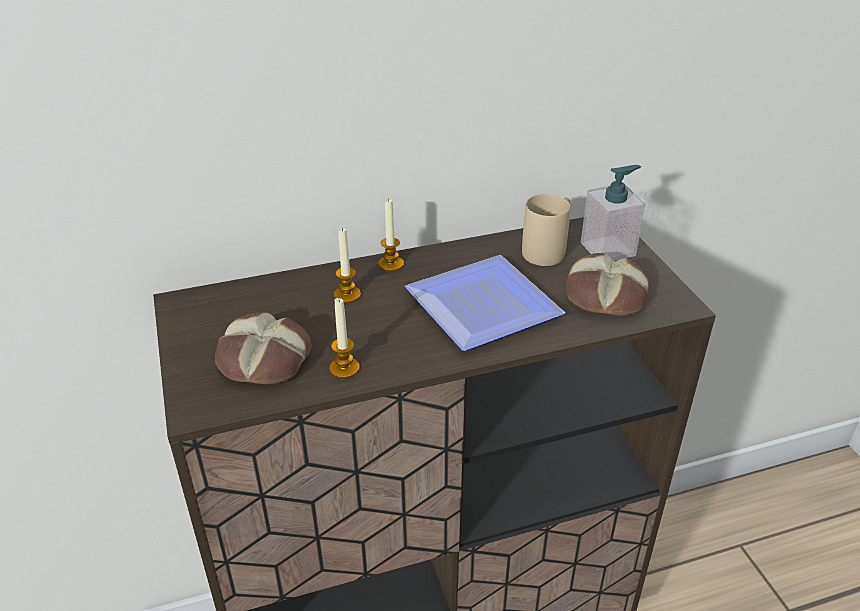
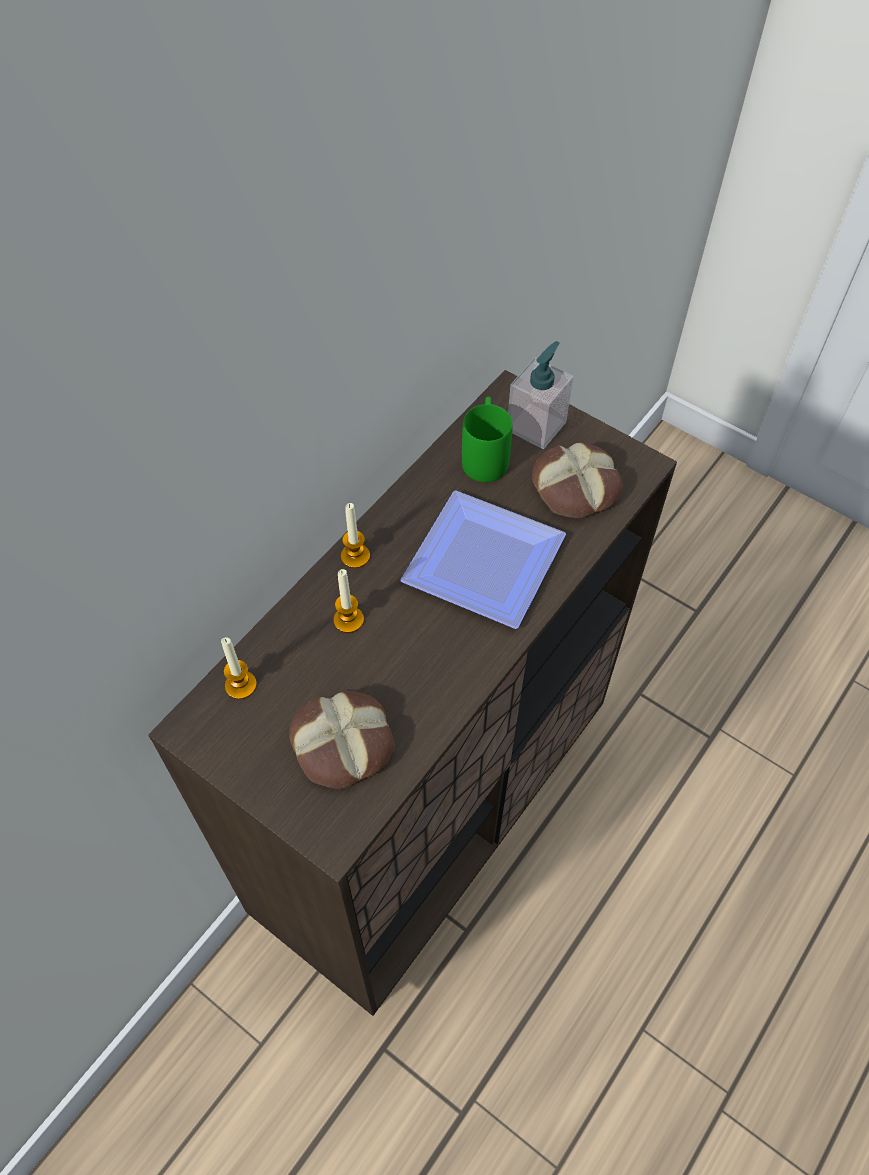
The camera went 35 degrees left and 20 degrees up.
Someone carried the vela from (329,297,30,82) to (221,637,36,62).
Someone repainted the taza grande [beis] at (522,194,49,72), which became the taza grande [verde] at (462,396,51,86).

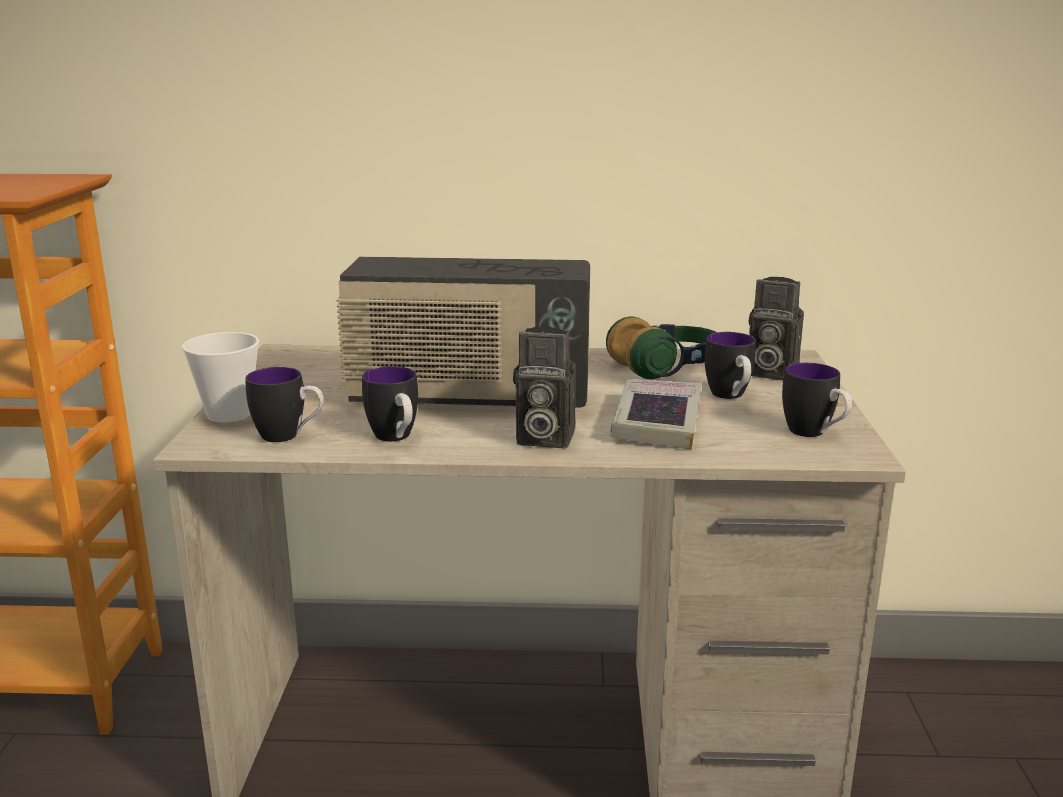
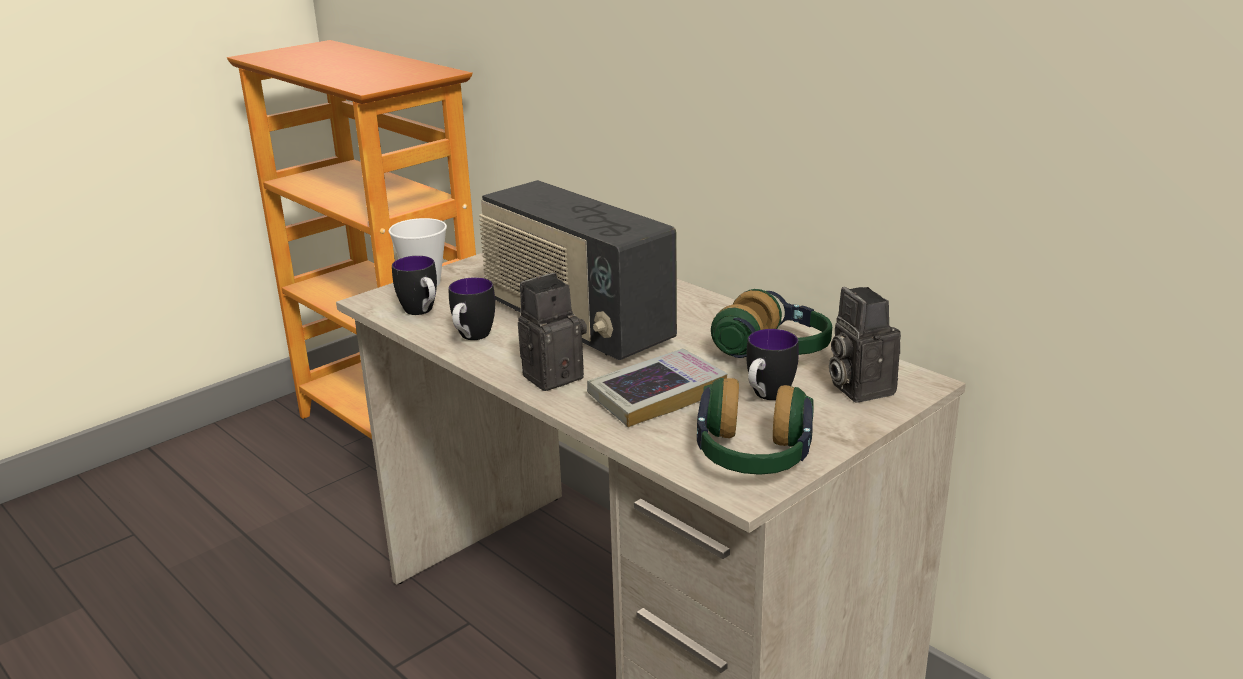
The camera went 45 degrees right and 5 degrees up.
Someone rotated the cámara at (513,327,63,121) by 90 degrees clockwise.
Someone swapped the taza grande at (782,363,70,74) for the auriculares at (697,378,117,97).

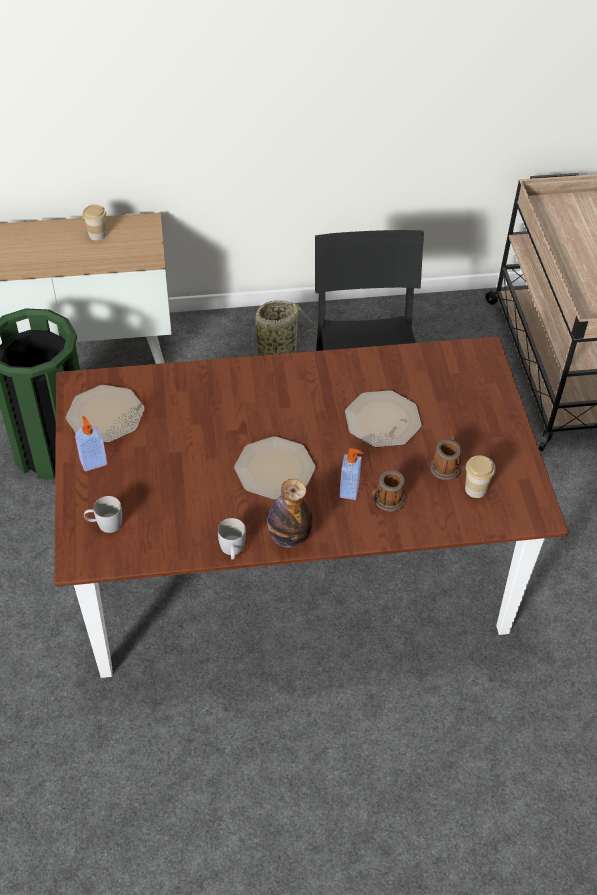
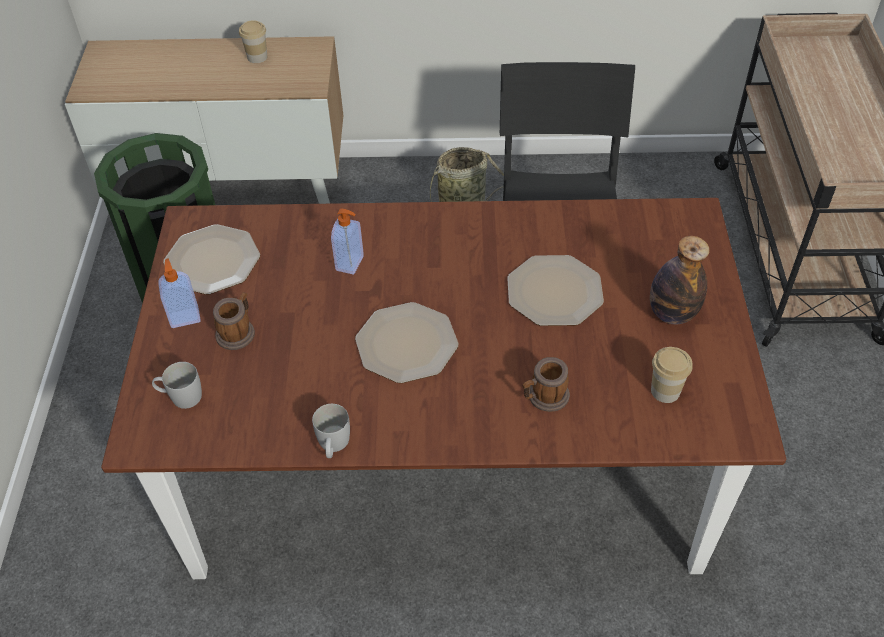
The camera went 10 degrees right and 0 degrees up.
Someone carried the botella from (267,479,45,69) to (650,236,60,88).
Someone carried the dispensador de jabón from (339,448,24,52) to (331,209,33,66).
Someone carried the taza grande from (430,435,31,45) to (213,292,42,58).

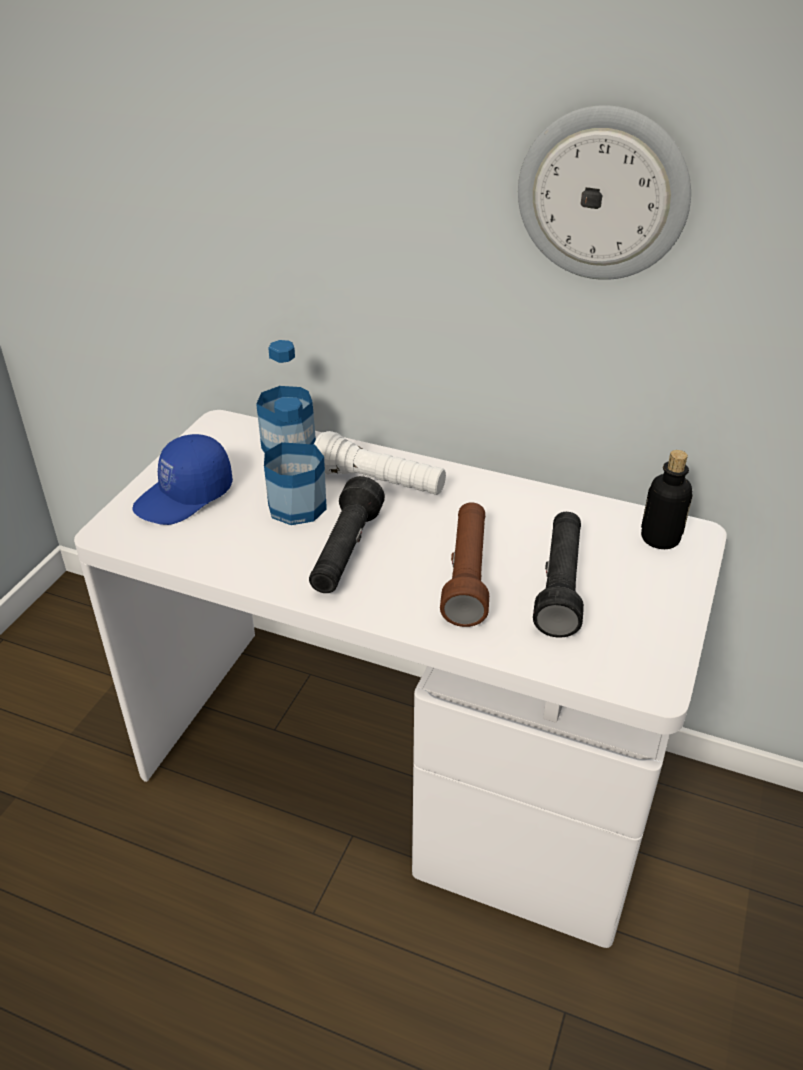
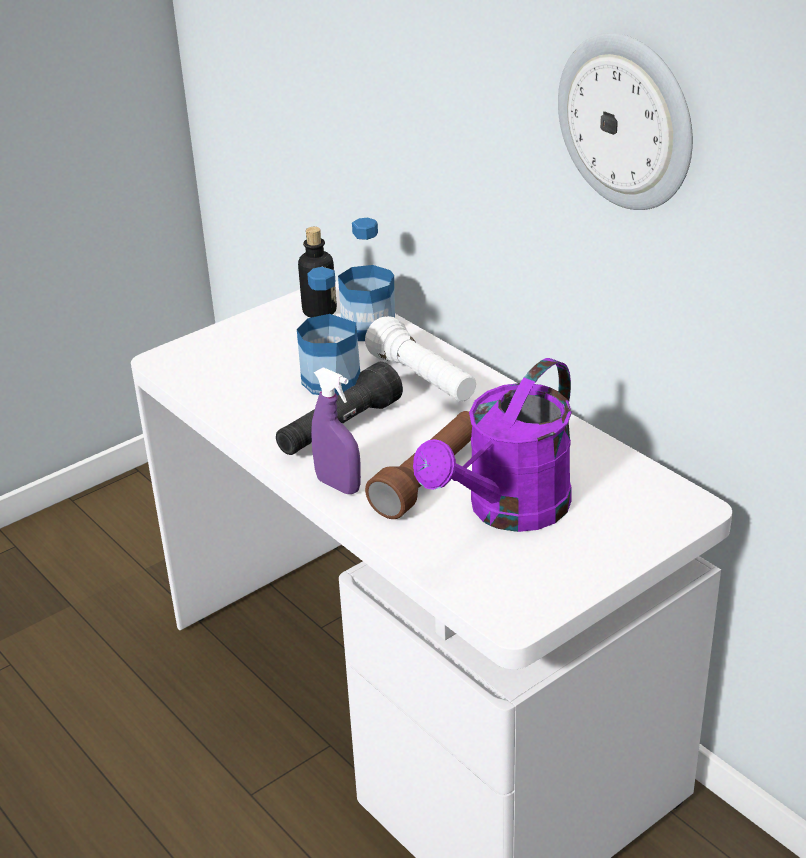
The camera went 30 degrees right and 5 degrees down.
Someone took away the gorra [azul] at (132,434,101,91).
Someone swapped the linterna [negro] at (533,512,51,126) for the regadera [morado] at (413,358,159,174).
Someone carried the botella from (641,450,52,99) to (298,227,39,91).
Someone put down the pulverizador [morado] at (311,367,50,127).

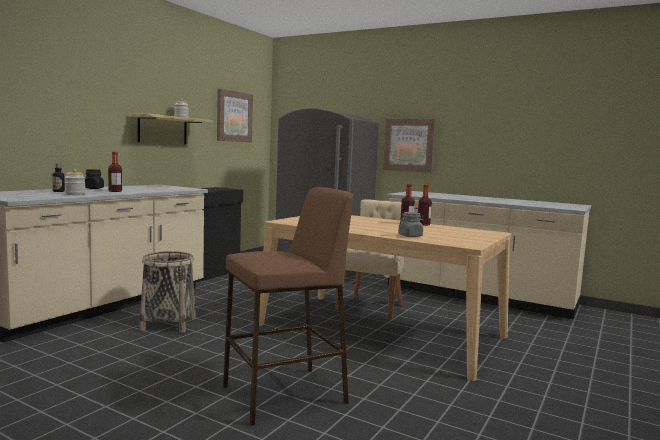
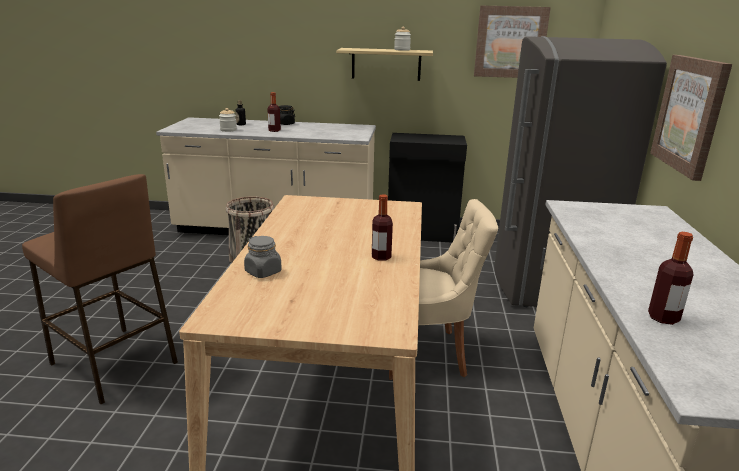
The camera went 65 degrees right and 15 degrees up.
Someone carried the botella from (418,184,14,42) to (648,232,45,93).

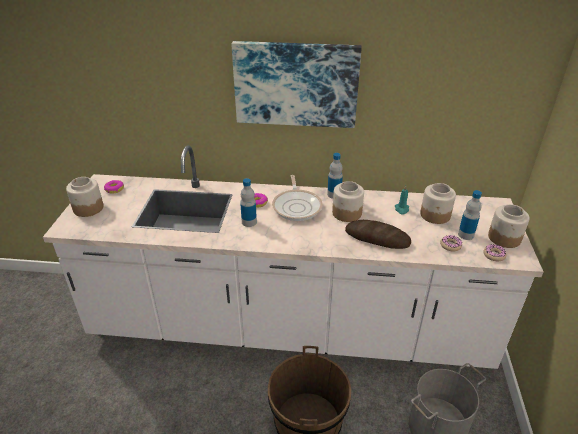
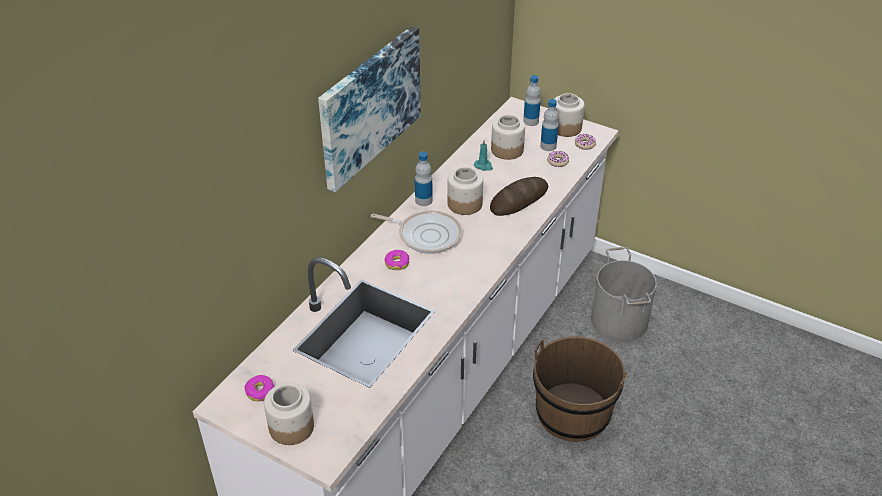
The camera went 65 degrees left and 5 degrees up.
Someone carried the botella from (240,178,17,49) to (523,75,18,51).

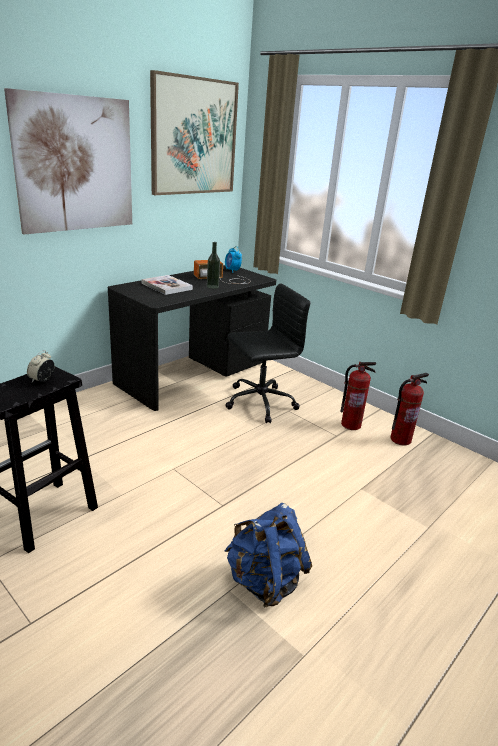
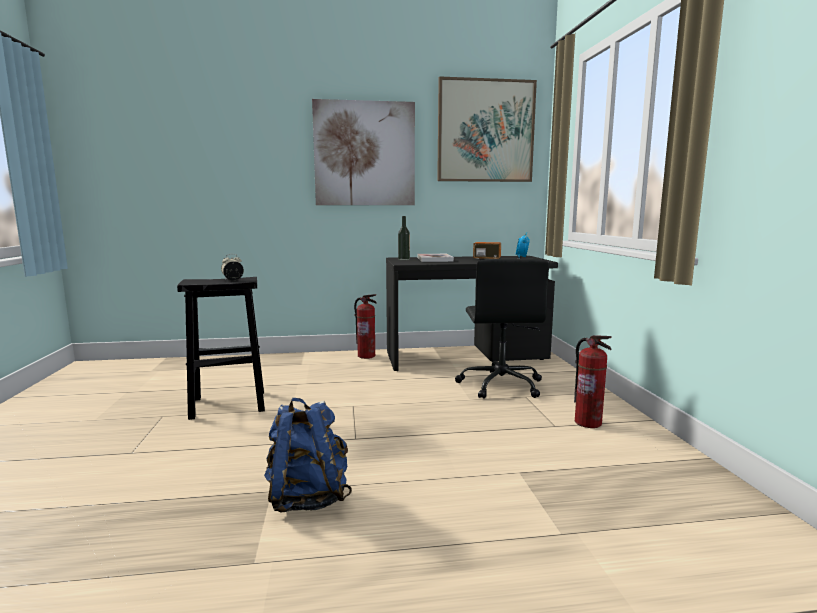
The camera went 40 degrees right and 15 degrees down.
Someone carried the botella from (207,242,13,47) to (398,216,12,44).
Someone rotated the silla de oficina [negro] at (225,283,85,140) by 75 degrees clockwise.
Someone carried the extintor from (390,373,39,73) to (354,294,23,65).

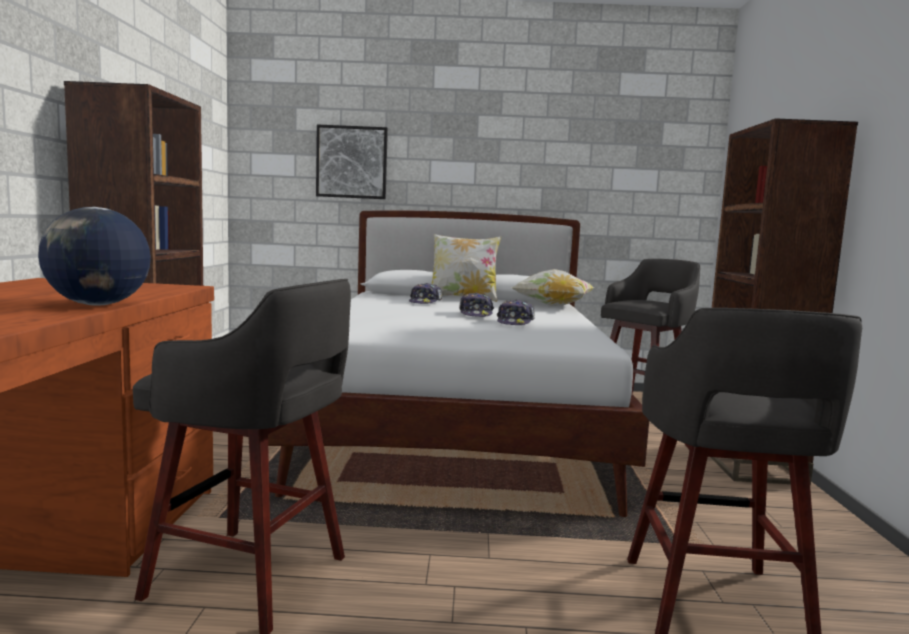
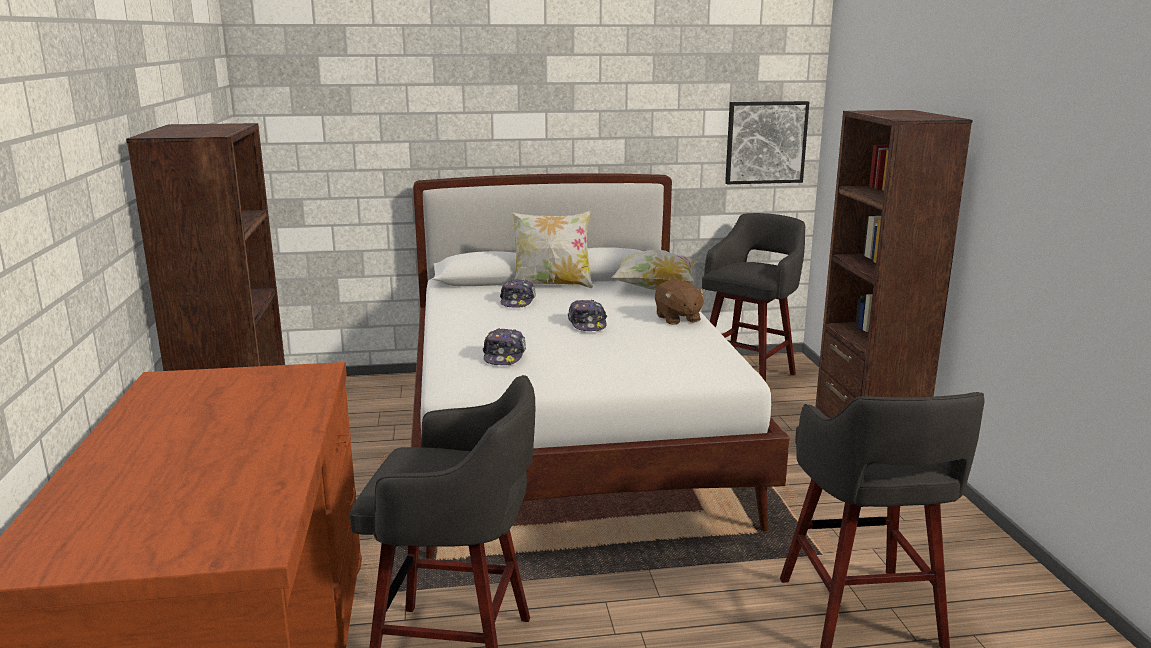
The camera went 10 degrees left and 10 degrees up.
Someone took away the globo terráqueo at (38,207,113,99).
Someone carried the cuadro from (316,125,72,74) to (725,101,84,83).
Someone carried the gorra from (497,299,37,26) to (483,328,43,37).
Someone put down the peluche [marrón] at (655,279,51,46).

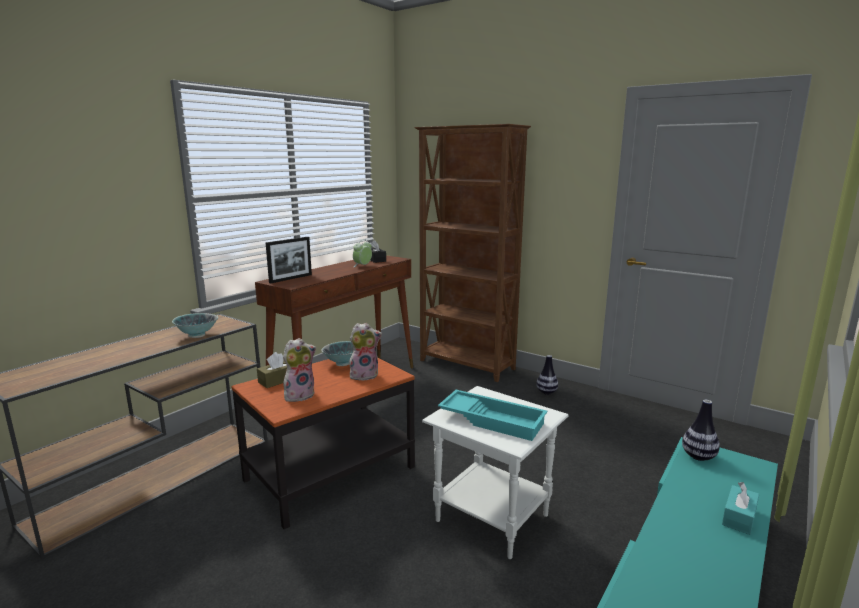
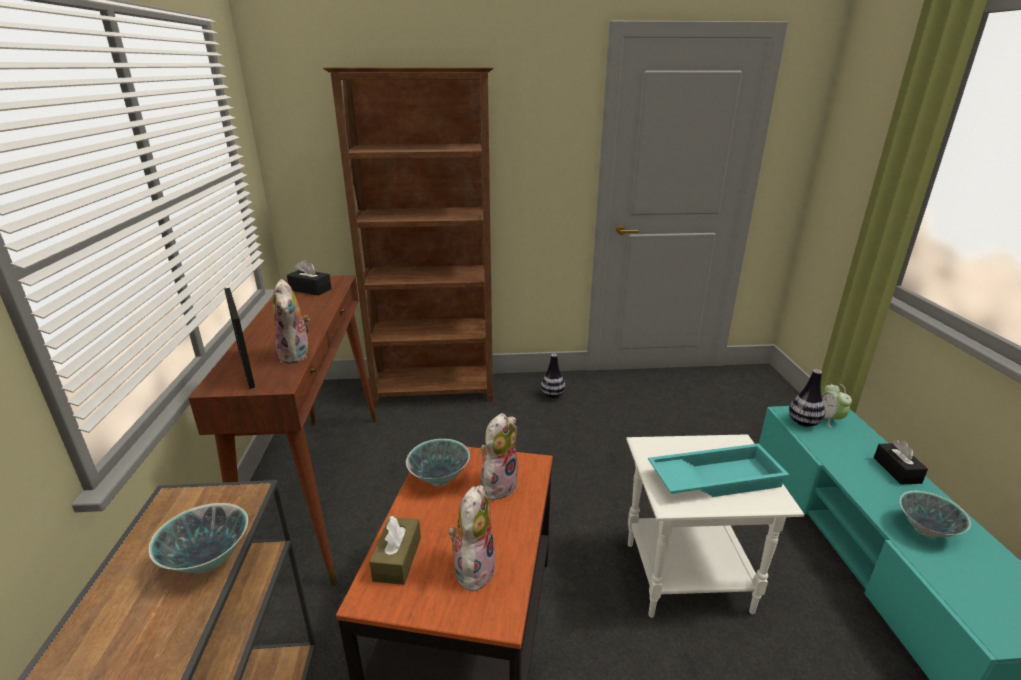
The camera went 40 degrees left and 10 degrees up.
Someone rotated the portarretratos at (266,237,46,46) by 150 degrees clockwise.
Someone carried the despertador from (353,239,19,28) to (822,384,30,44).
Someone repainted the caja de pañuelos [turquesa] at (722,482,37,53), which became the caja de pañuelos [negro] at (874,440,54,45).
Someone put down the peluche at (273,279,37,85).
Someone put down the cuenco at (899,491,72,47).

